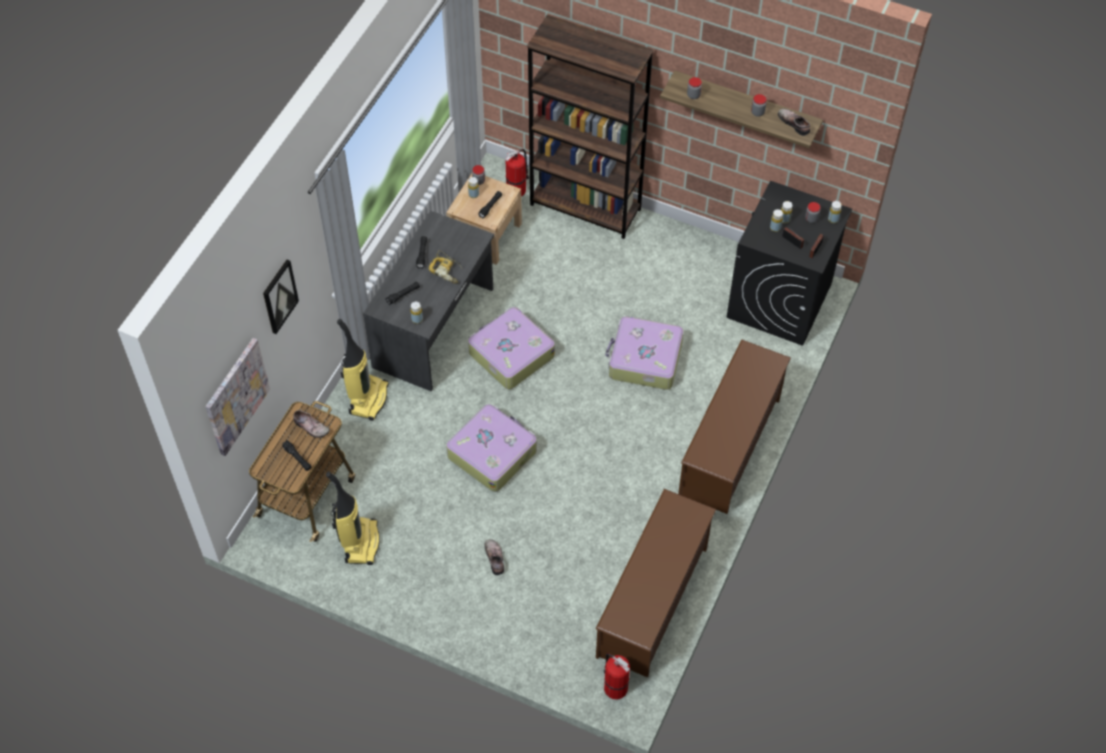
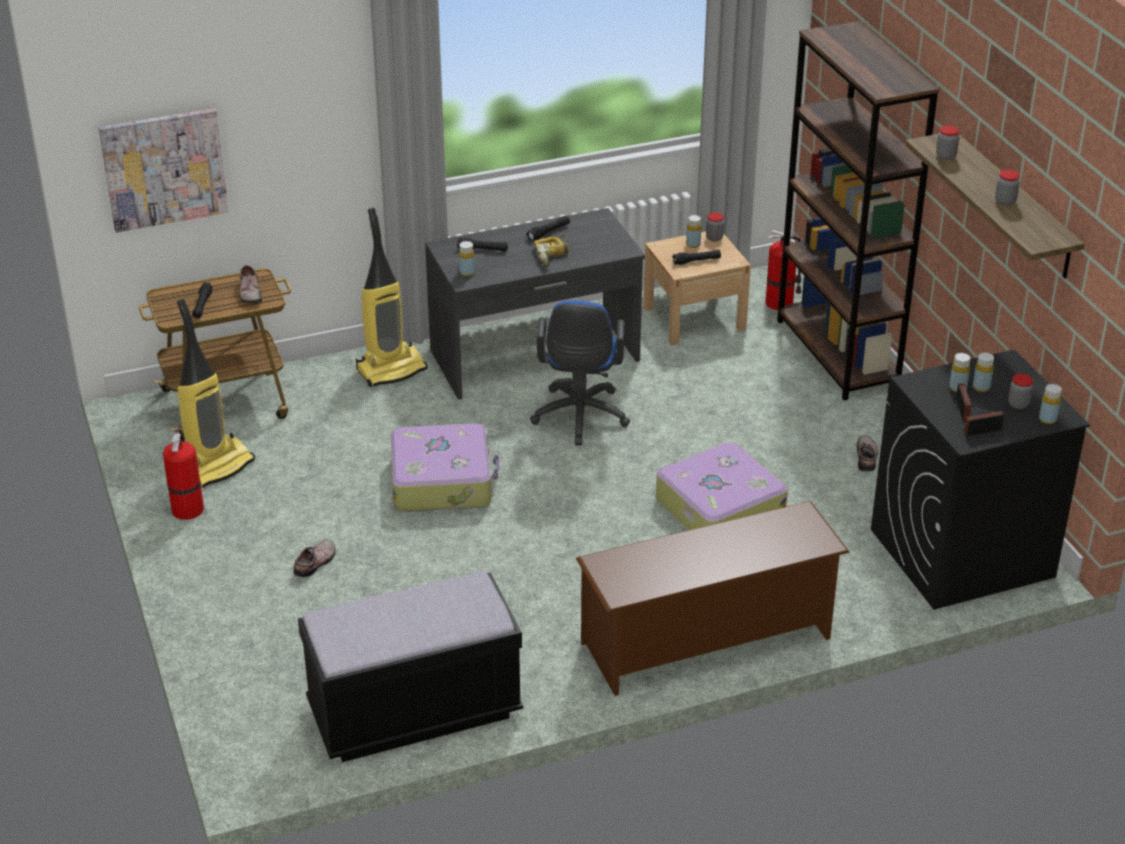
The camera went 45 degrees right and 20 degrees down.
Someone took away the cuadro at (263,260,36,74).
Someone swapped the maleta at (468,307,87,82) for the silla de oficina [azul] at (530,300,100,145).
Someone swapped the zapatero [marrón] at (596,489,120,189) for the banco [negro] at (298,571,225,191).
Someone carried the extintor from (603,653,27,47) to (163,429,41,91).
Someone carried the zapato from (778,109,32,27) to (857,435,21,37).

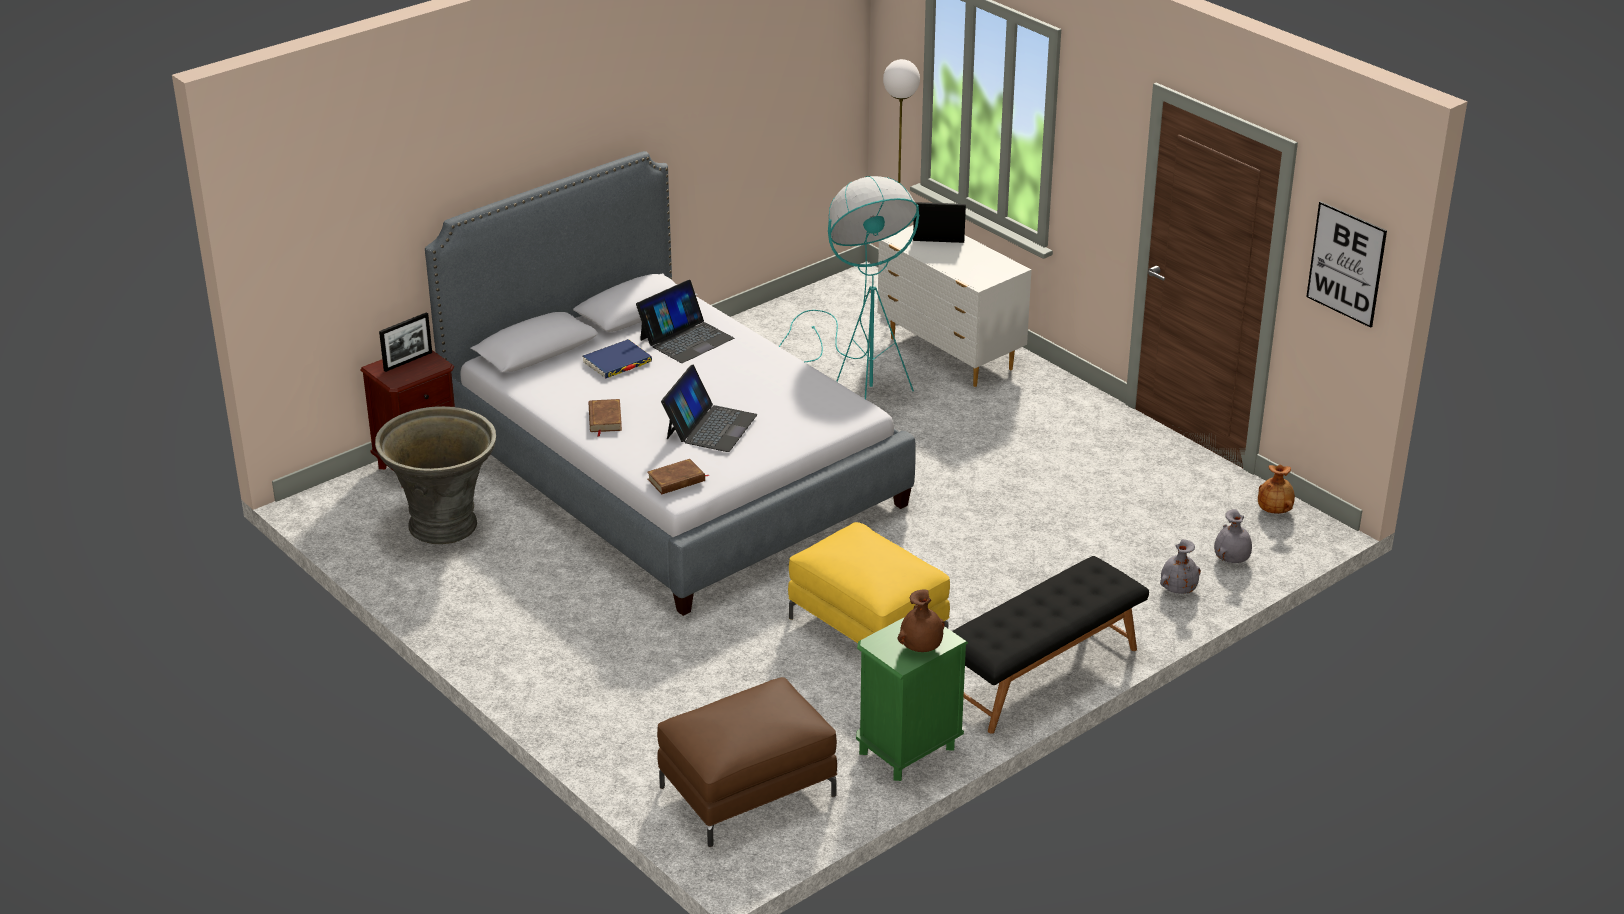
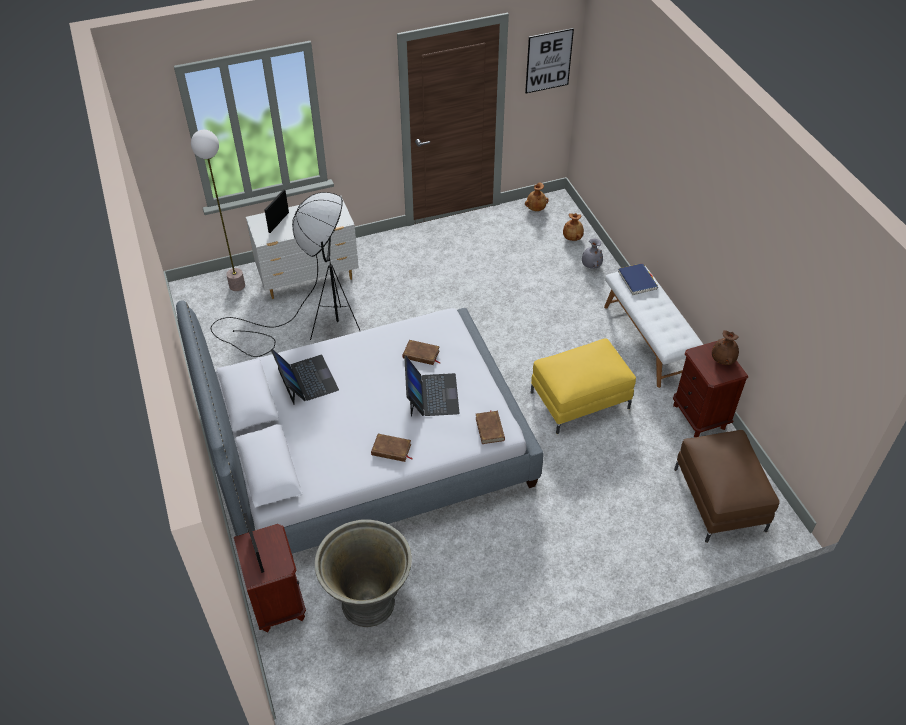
The camera went 70 degrees left and 15 degrees up.
Someone carried the libro [azul] from (583,339,69,39) to (618,263,40,32).
Someone rotated the portátil at (661,365,96,87) by 45 degrees clockwise.
Someone repainted the lámpara de pie [turquesa] at (779,176,140,223), which became the lámpara de pie [negro] at (211,192,149,165).
Someone repainted the mesita de noche [verde] at (856,617,112,164), which became the mesita de noche [marrón] at (673,341,75,96).
Someone repainted the banco [negro] at (952,556,197,178), which became the banco [blanco] at (604,266,99,122).
Someone repainted the florero [gris] at (1214,509,38,54), which became the florero [marrón] at (563,213,21,28).
Someone put down the libro [marrón] at (403,340,38,25).

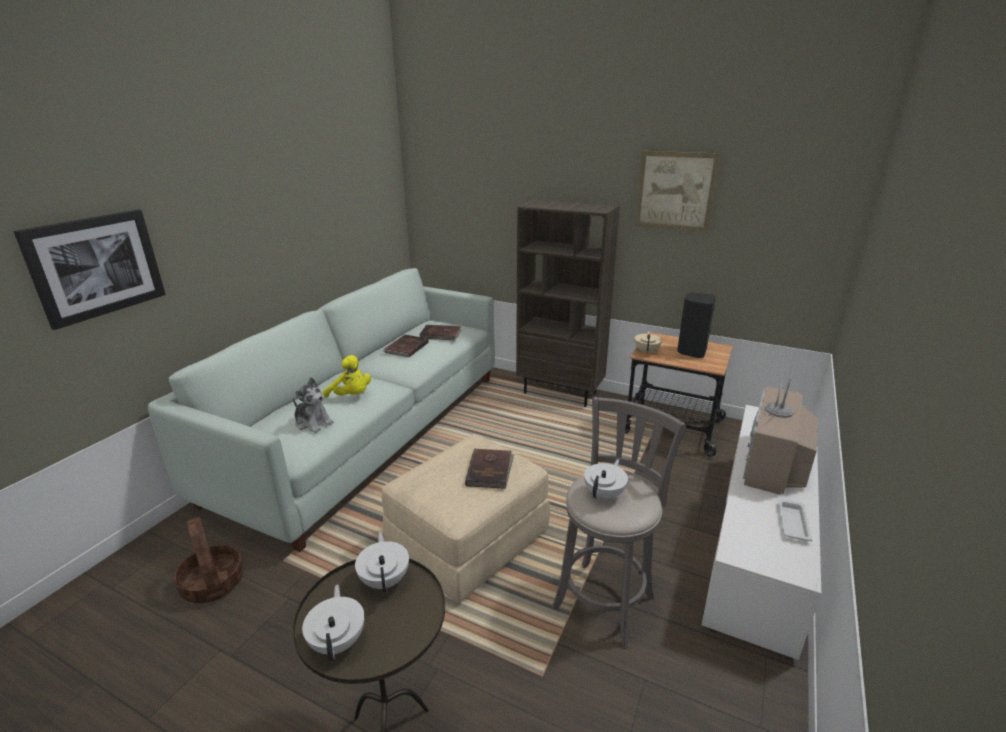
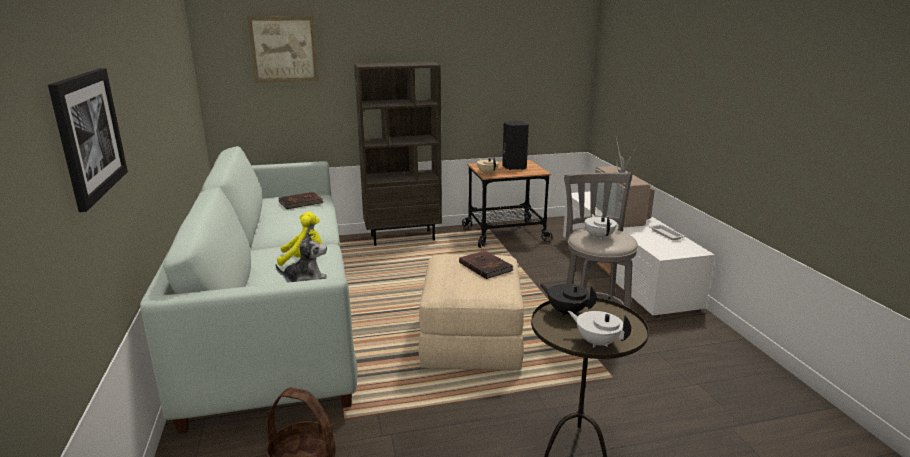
The camera went 40 degrees left and 5 degrees down.
Someone repainted the tetera [blanco] at (355,532,54,61), which became the tetera [negro] at (540,284,57,32).
Someone took away the libro [marrón] at (383,335,46,22).
Someone carried the cuadro from (635,151,85,81) to (247,16,72,67).

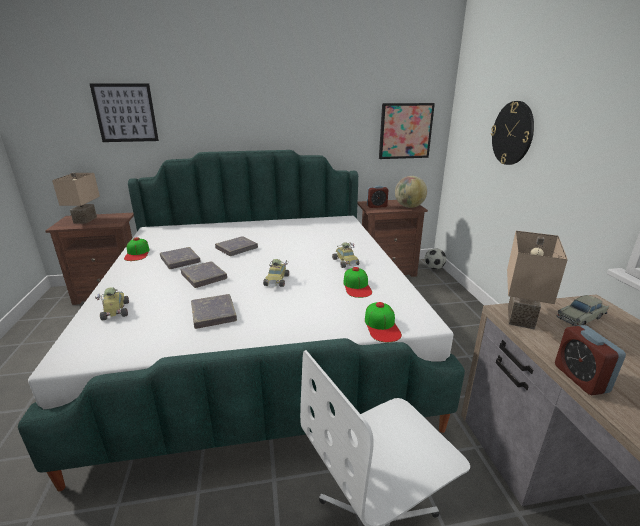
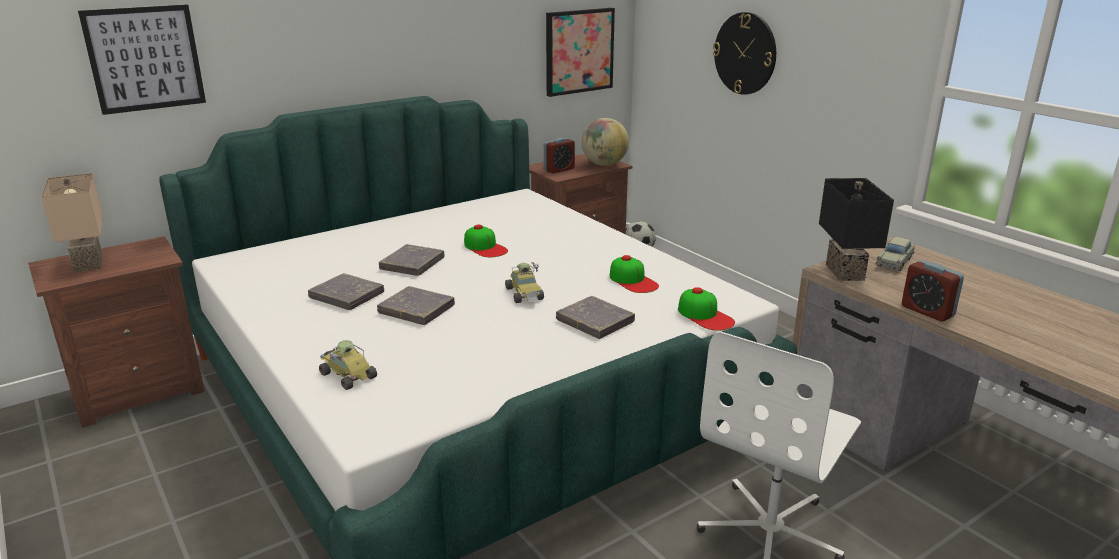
The camera went 25 degrees left and 0 degrees up.
Someone carried the gorra from (124,237,26,24) to (464,225,44,32).
Someone carried the libro [gris] from (191,294,46,35) to (556,296,79,43).
Someone took away the coche de juguete at (332,242,27,26).
Someone repainted the lámpara de mesa [beis] at (507,231,61,99), which became the lámpara de mesa [negro] at (819,178,75,103).

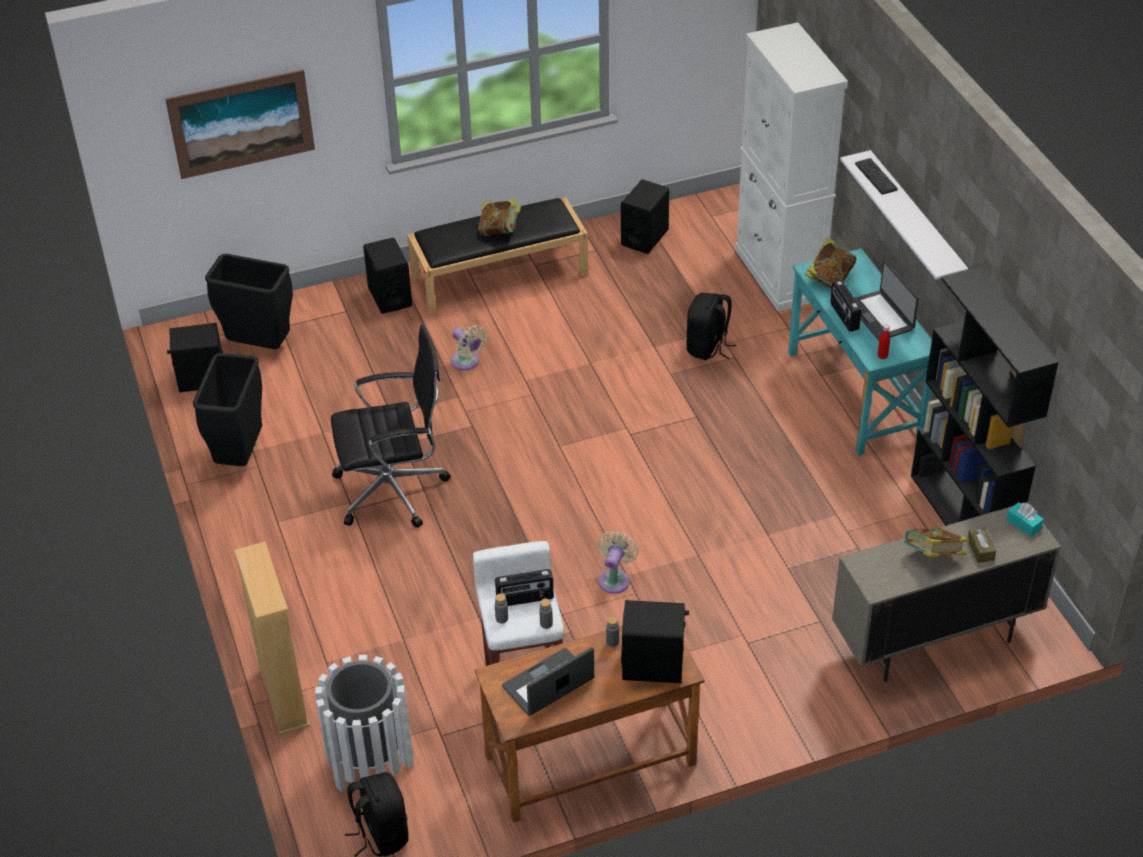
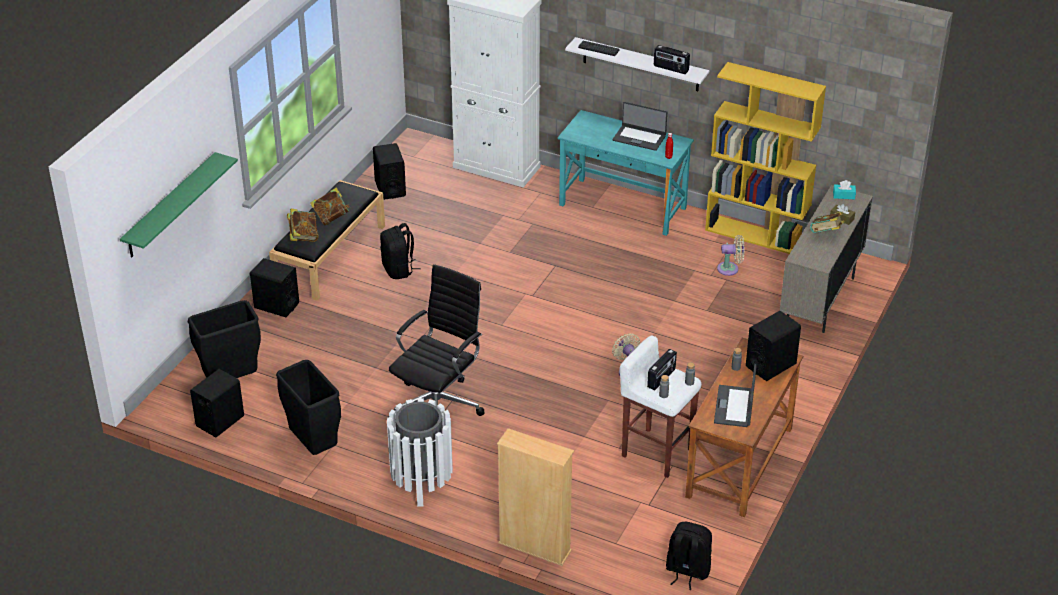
The camera went 45 degrees left and 5 degrees down.
Someone swapped the cuadro at (165,70,150,109) for the estante [verde] at (120,152,118,106).
Someone carried the papelera [blanco] from (315,655,99,137) to (387,398,66,108).
Someone carried the ventilador [beis] from (451,325,36,45) to (717,235,28,41).
Someone carried the mochila [negro] from (686,293,50,67) to (380,223,41,56).
Someone carried the libro from (805,238,51,51) to (287,209,32,33).
Someone carried the radio from (830,280,31,52) to (654,45,36,29).
Someone repainted the estantería [negro] at (911,267,148,259), which became the estantería [amarillo] at (705,62,121,192).

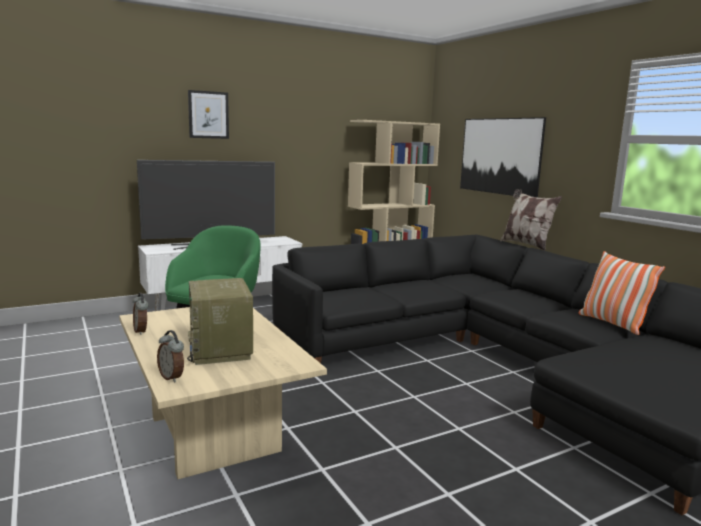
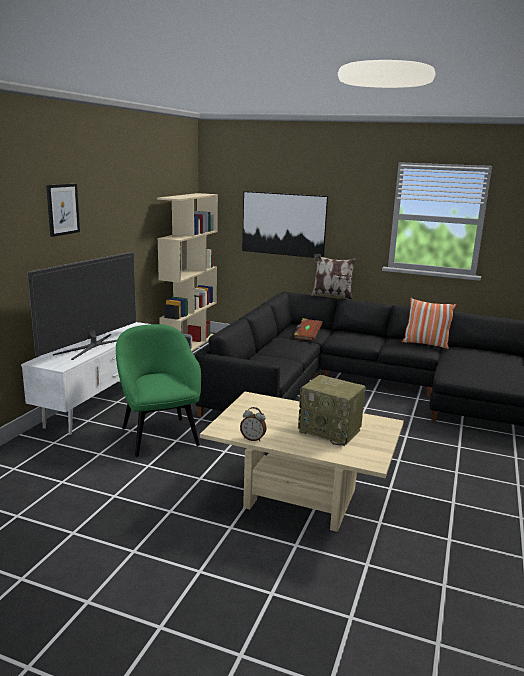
The camera went 40 degrees left and 5 degrees up.
Someone took away the despertador at (157,330,27,53).
Someone put down the libro [marrón] at (294,318,28,23).

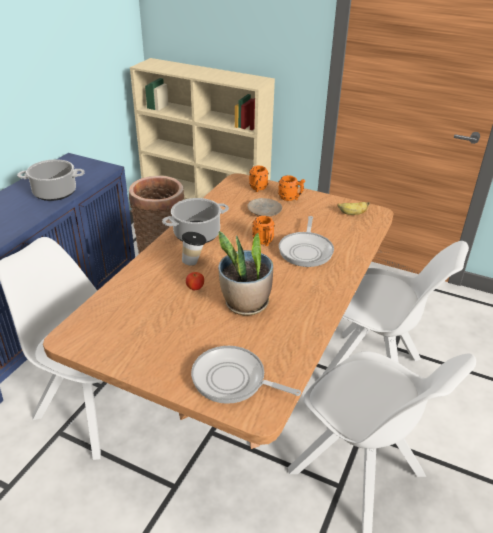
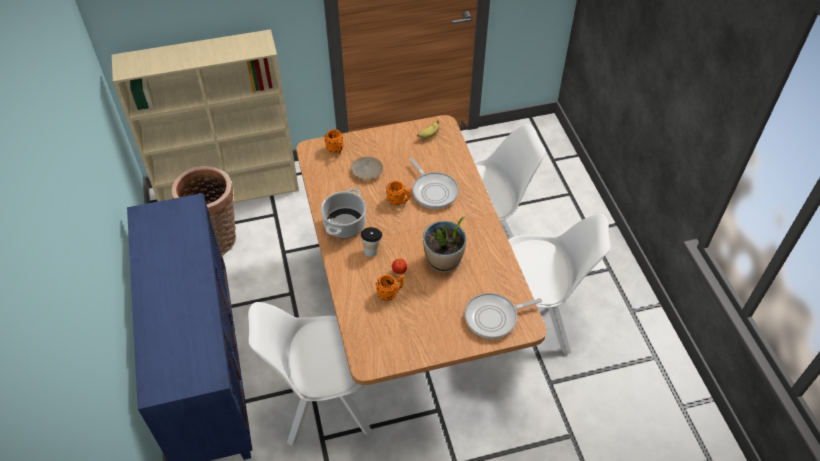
The camera went 40 degrees left and 15 degrees up.
Someone took away the olla at (17,159,68,42).
Someone carried the taza grande [naranja] from (278,175,27,26) to (376,275,28,26).

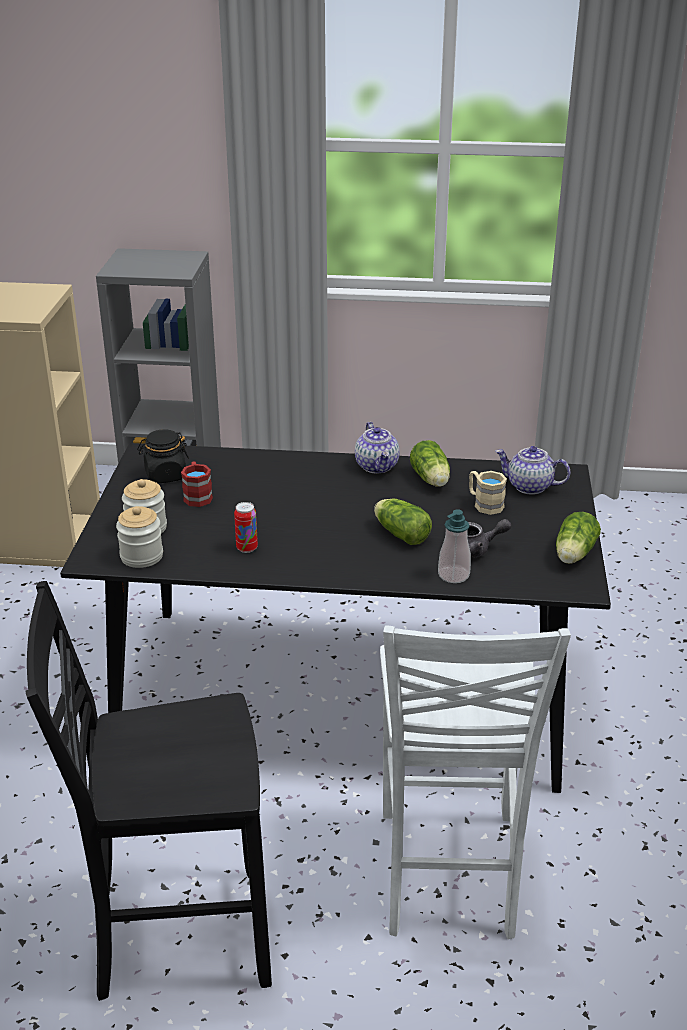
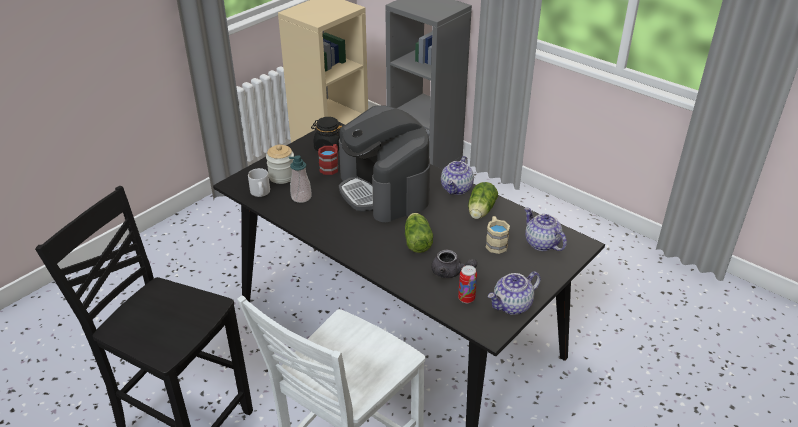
The camera went 35 degrees right and 5 degrees up.
Someone swapped the tarro at (116,506,47,62) for the taza grande [gris] at (248,168,22,29).
Someone carried the lata from (234,502,24,51) to (458,265,19,38).
Someone carried the dispensador de jabón from (438,509,33,74) to (289,155,23,48).
Someone swapped the lechuga at (556,512,45,52) for the tetera at (488,271,53,44).
Someone put down the cafetera at (339,105,92,117).

